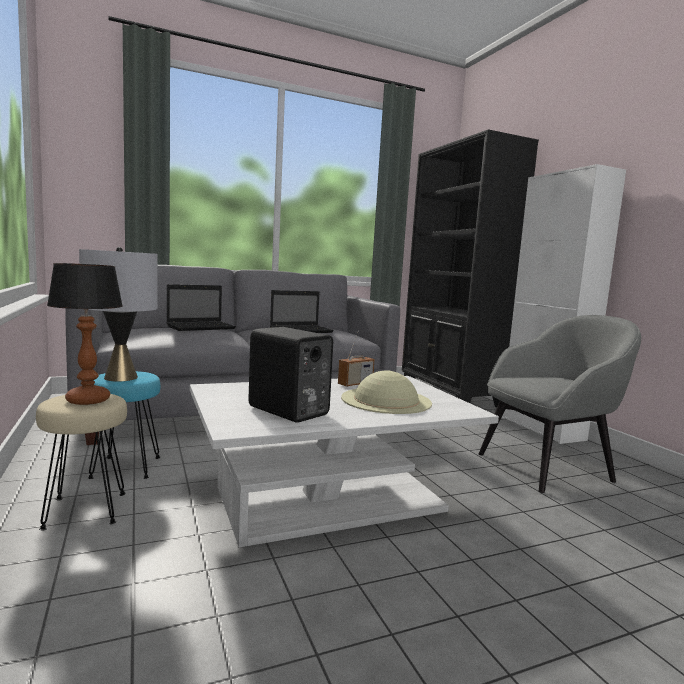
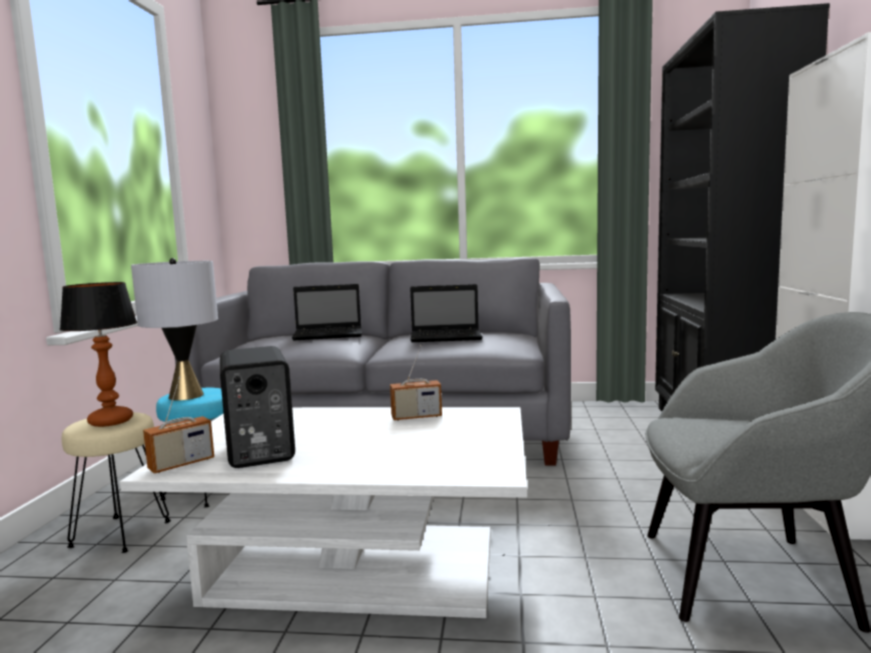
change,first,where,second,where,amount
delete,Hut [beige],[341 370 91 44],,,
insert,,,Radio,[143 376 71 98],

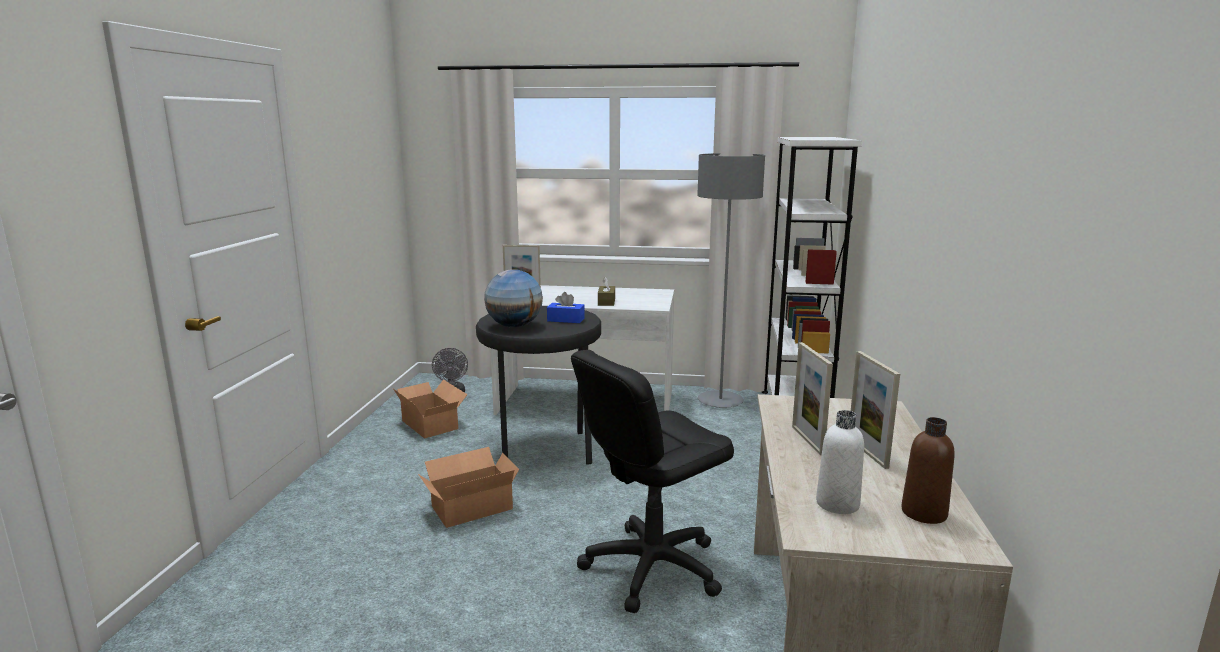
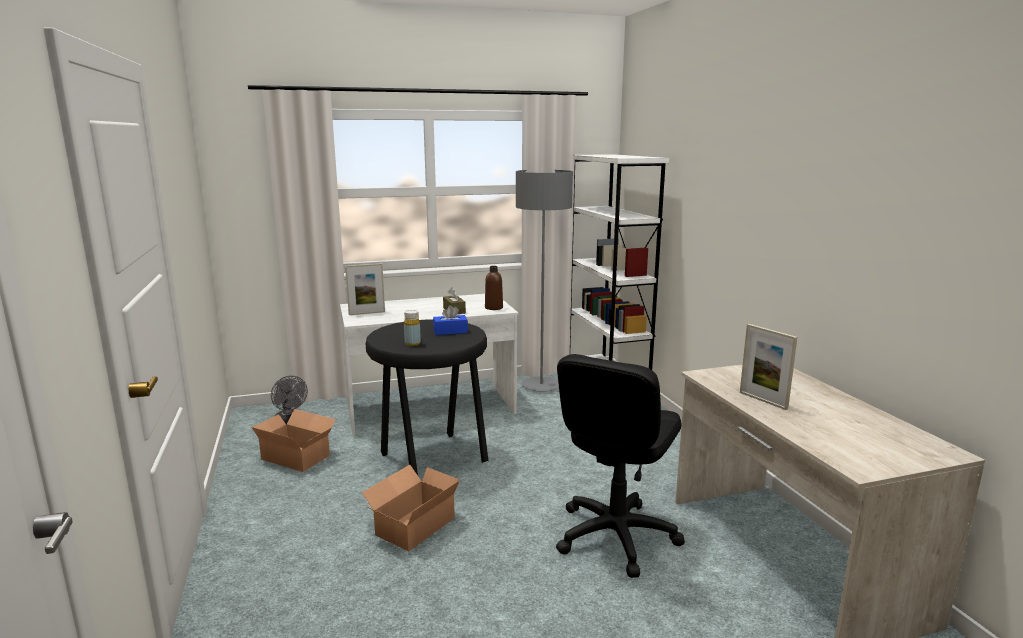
change,first,where,second,where,amount
replace,Globus,[484 269 59 59],Flasche [gelb],[404 310 17 36],
delete,Bilderrahmen,[851 351 49 118],,,
delete,Flasche [weiß],[816 410 48 104],,,
move,Flasche [braun],[901 417 54 107],,[485 266 18 44],

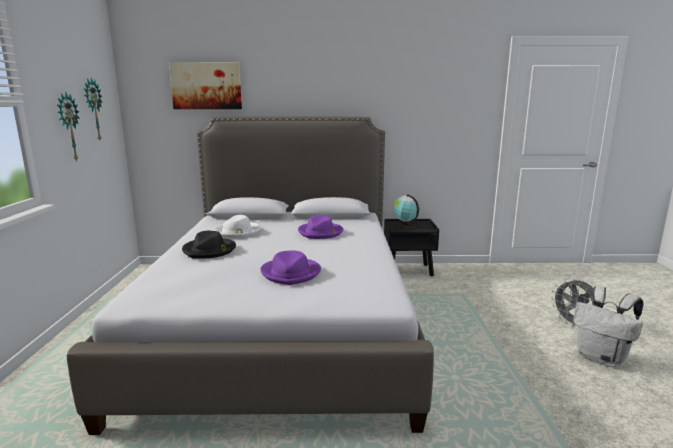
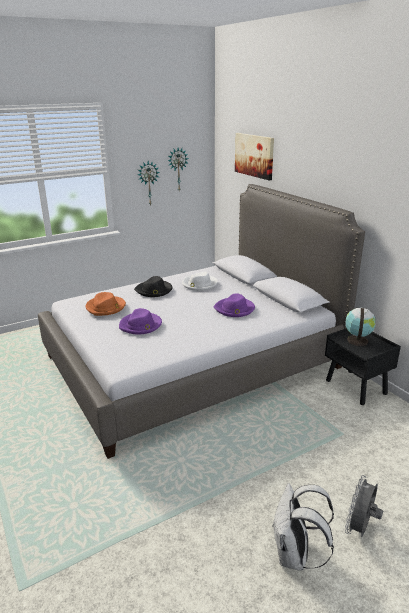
change,first,where,second,where,amount
insert,,,Hut [orange],[86 292 40 24],

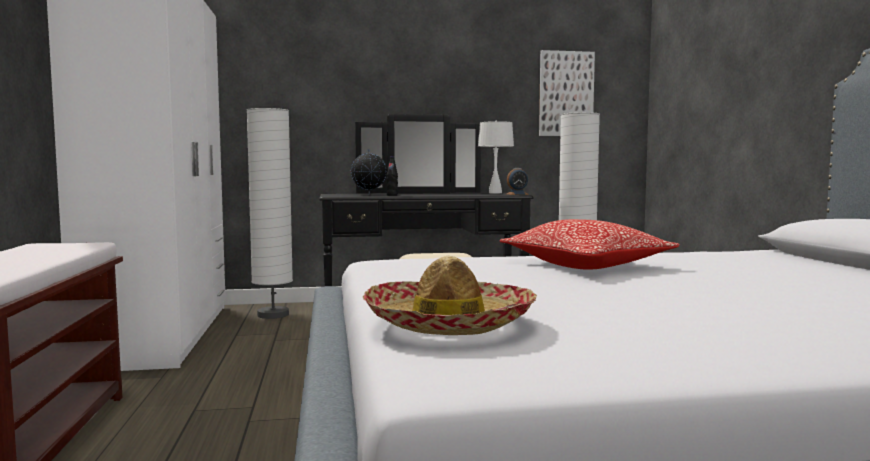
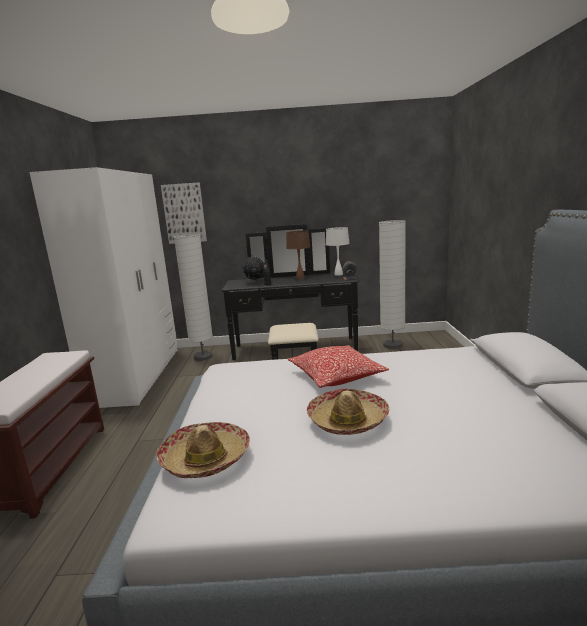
change,first,where,second,where,amount
move,Bild,[539 50 56 86],,[161 182 46 62],
insert,,,Tischlampe [braun],[286 230 25 49],
insert,,,Hut,[307 389 83 46],

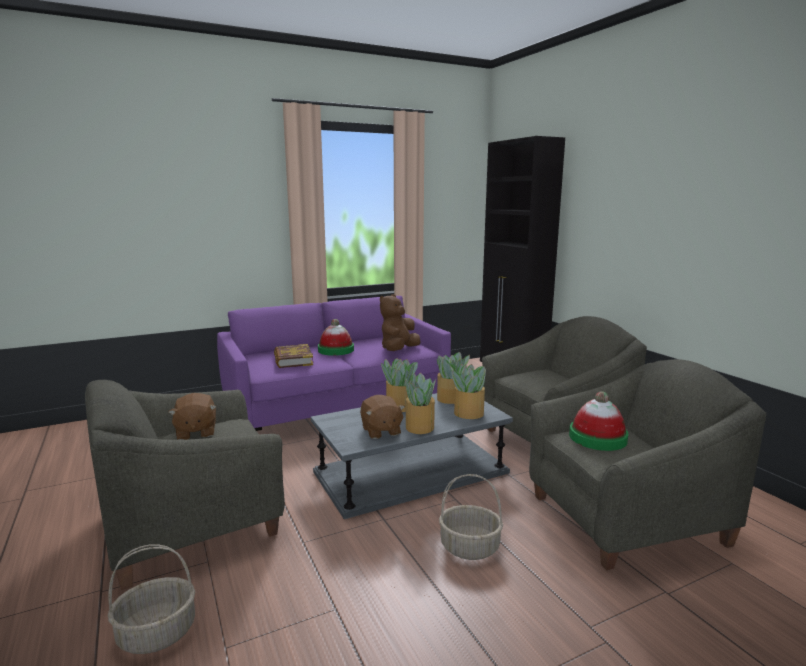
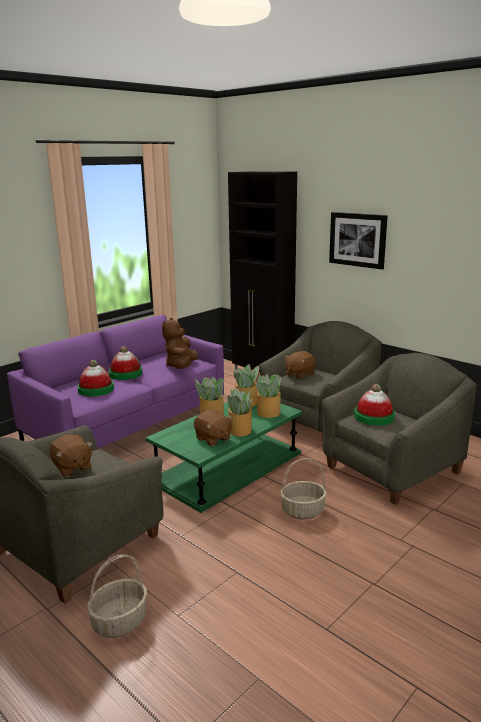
change,first,where,second,where,amount
replace,Buch,[274 344 39 24],Hut,[77 360 37 37],
recolor,Couchtisch [grau],[311 393 202 126],Couchtisch [grün],[146 402 156 111],
insert,,,Bild,[329 212 59 57],
insert,,,Plüschtier [braun],[284 351 32 28],

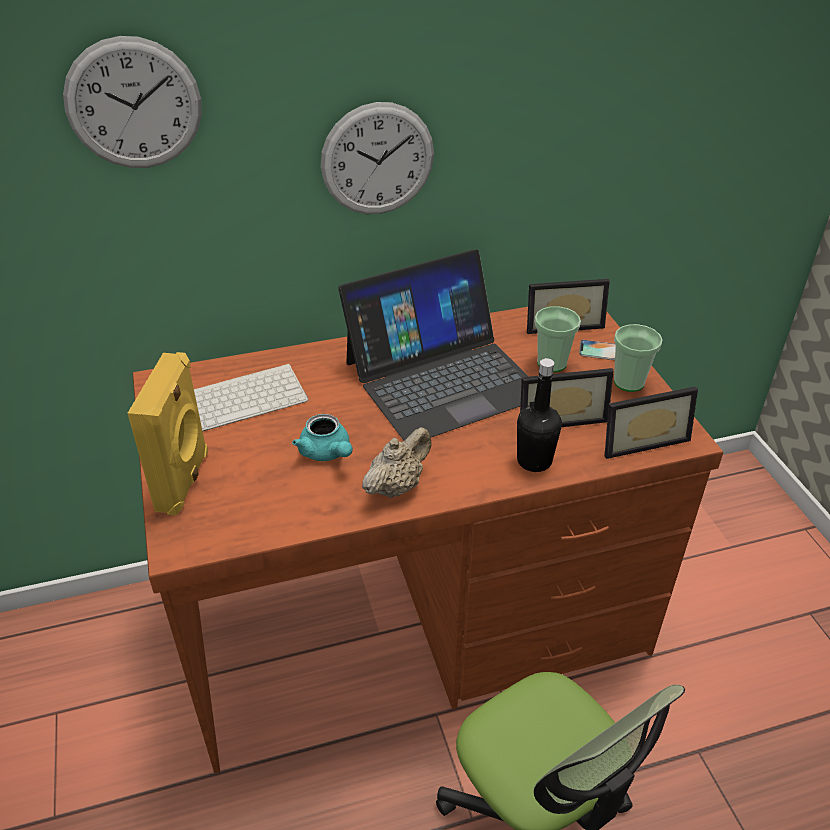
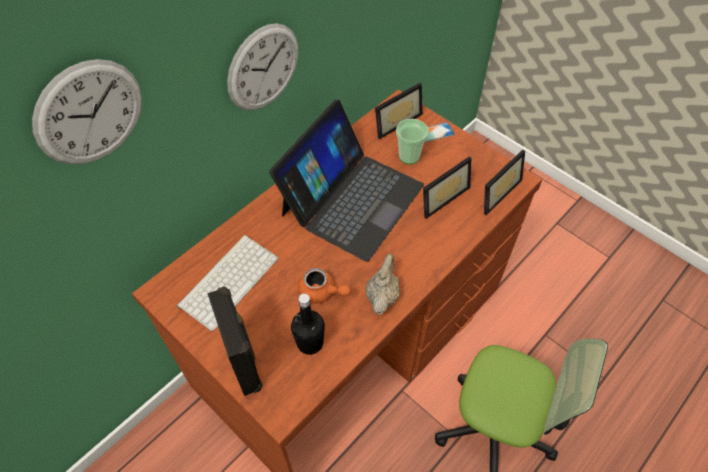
change,first,where,second,where,amount
delete,Tasse,[614 324 49 68],,,
recolor,Lautsprecher [gelb],[127 352 81 164],Lautsprecher [schwarz],[207 286 55 110],
move,Flasche [schwarz],[517 358 45 114],,[291 294 34 61],
recolor,Teekanne [türkis],[292 414 61 47],Teekanne [orange],[298 268 52 37],

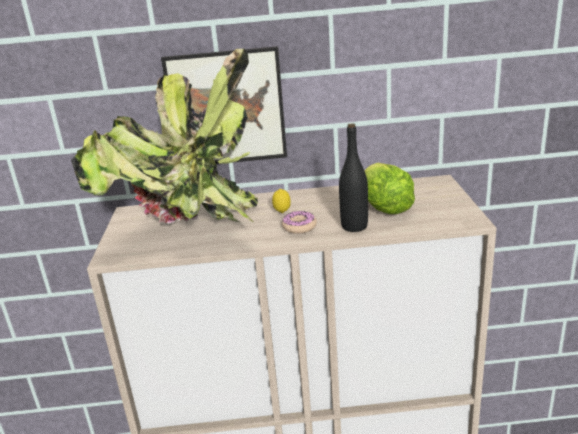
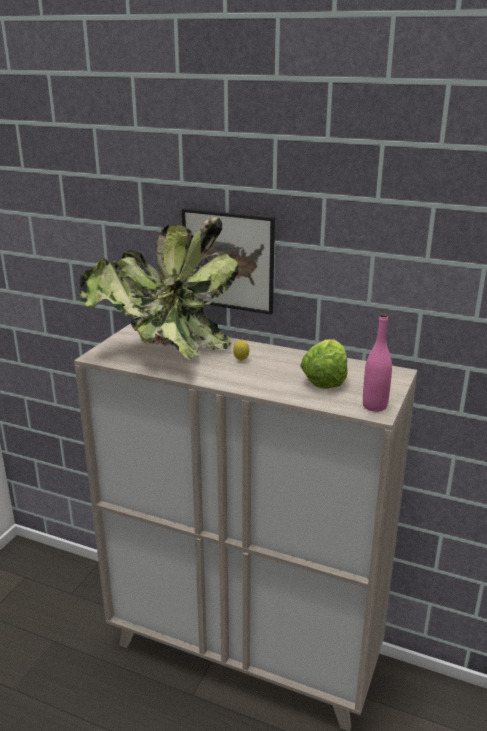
change,first,where,second,where,amount
delete,Flasche [schwarz],[339 123 29 109],,,
delete,Donut,[282 211 35 23],,,
insert,,,Flasche [rosa],[363 313 29 99],

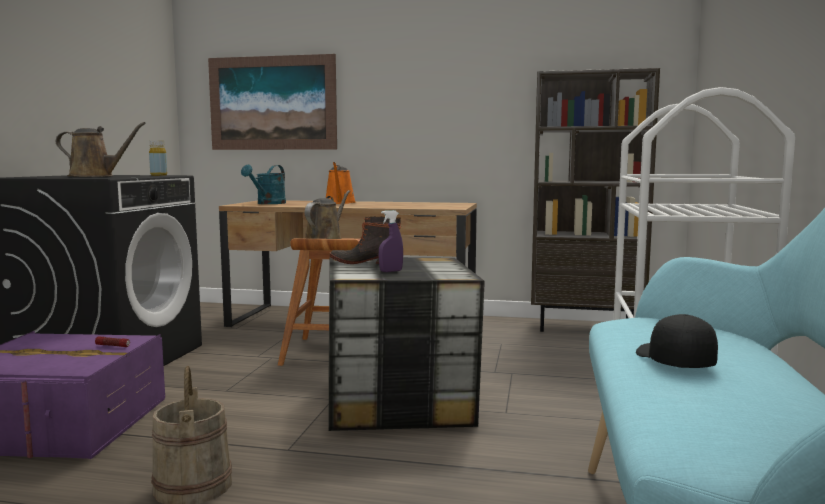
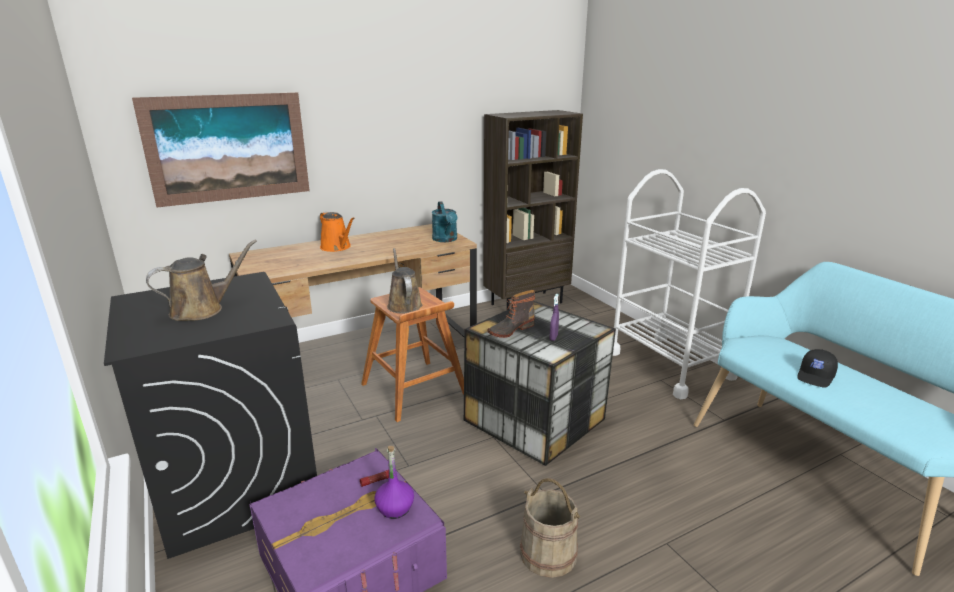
change,first,where,second,where,amount
delete,Flasche [gelb],[149 141 18 35],,,
move,Gießkanne [türkis],[241 165 45 39],,[432 201 25 41],
rotate,Kappe [schwarz],[636 314 82 54],,[797 349 41 39],90 degrees counterclockwise
insert,,,Flasche [lila],[374 446 40 73],

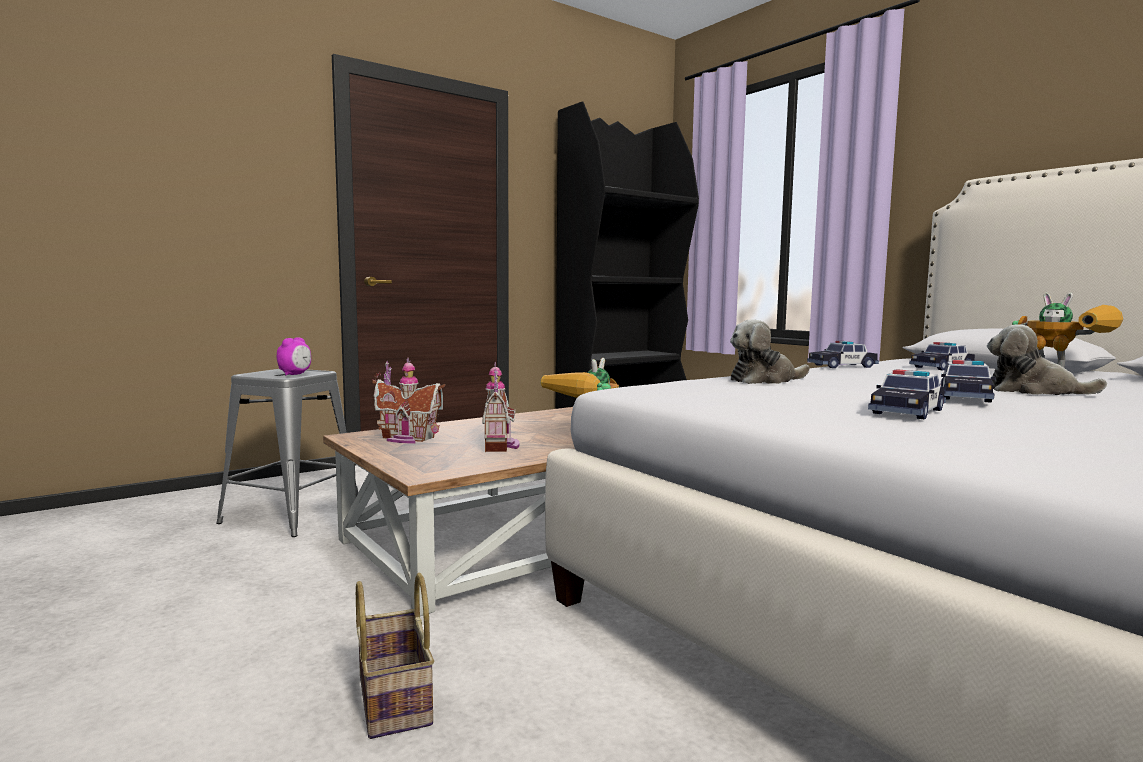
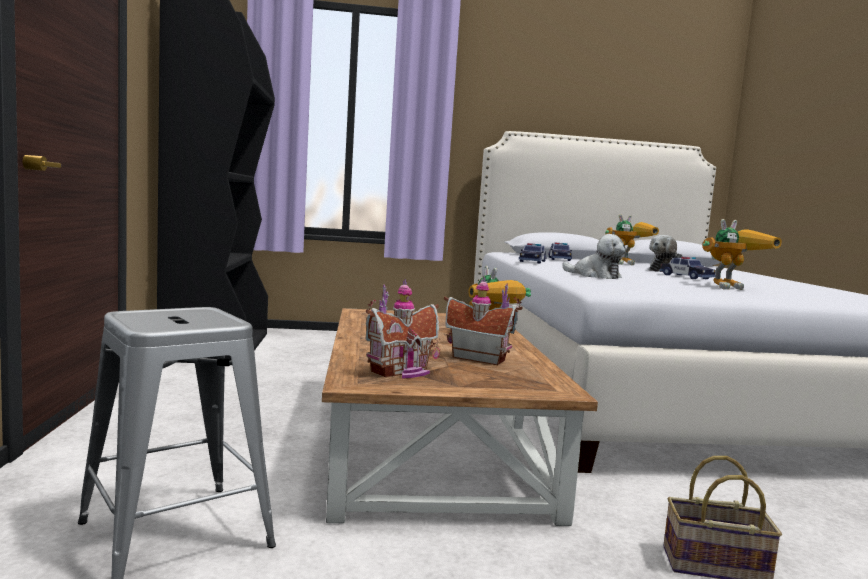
change,first,where,second,where,amount
rotate,Plüschtier,[730 319 79 65],,[562 234 64 45],60 degrees counterclockwise
delete,Wecker,[277 337 34 38],,,
replace,Spielzeugauto,[868 369 78 50],Spielzeugroboter,[702 219 80 71],

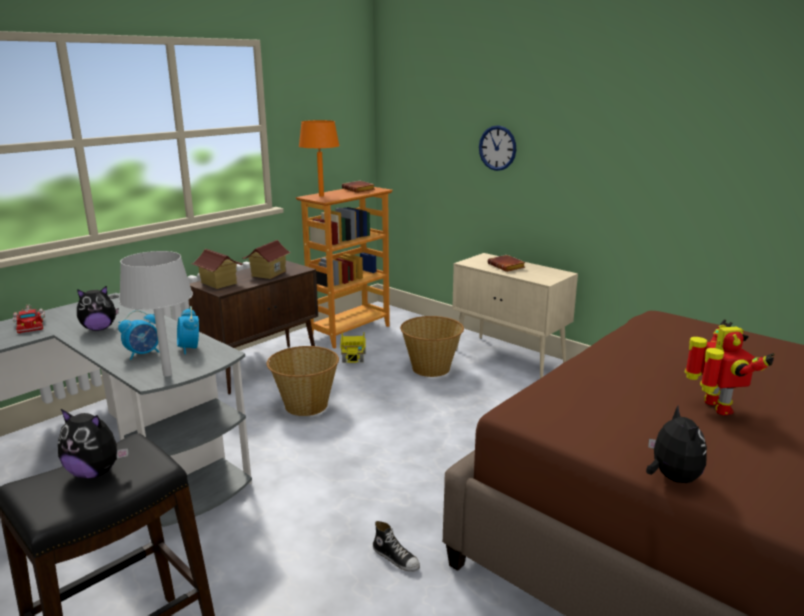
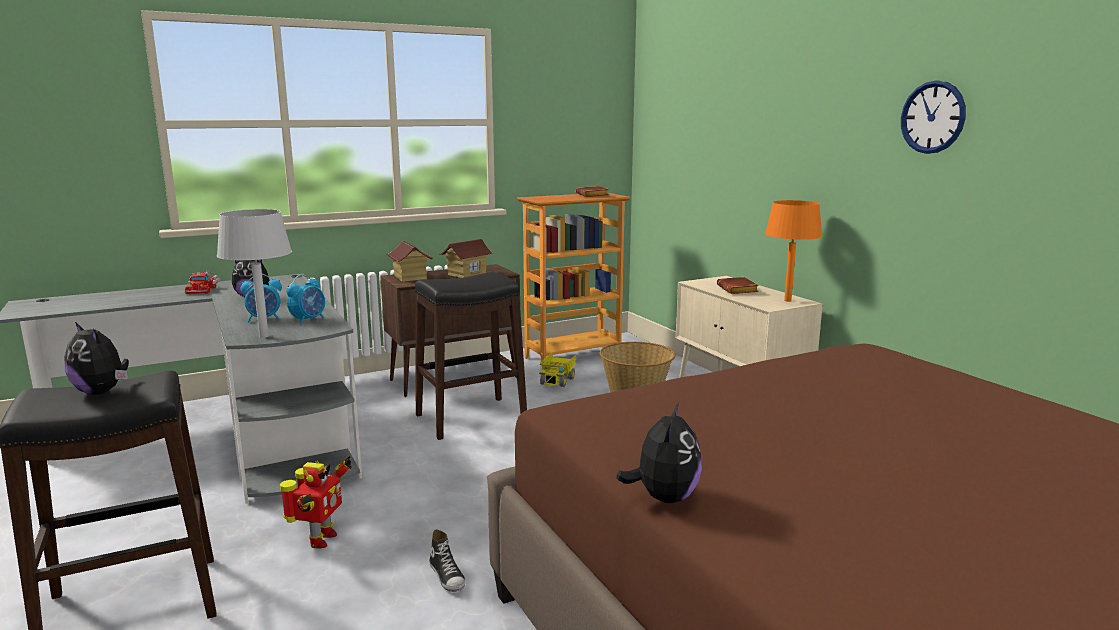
change,first,where,second,where,amount
move,Tischlampe [orange],[299 120 41 77],,[765 200 57 102],
move,Wanduhr,[479 125 37 46],,[901 80 65 74],
rotate,Wecker,[177 306 22 49],,[286 275 39 49],150 degrees counterclockwise
move,Spielzeugroboter,[685 319 90 97],,[280 456 72 92],
replace,Korb,[267 346 72 70],Hocker [schwarz],[415 272 112 168],

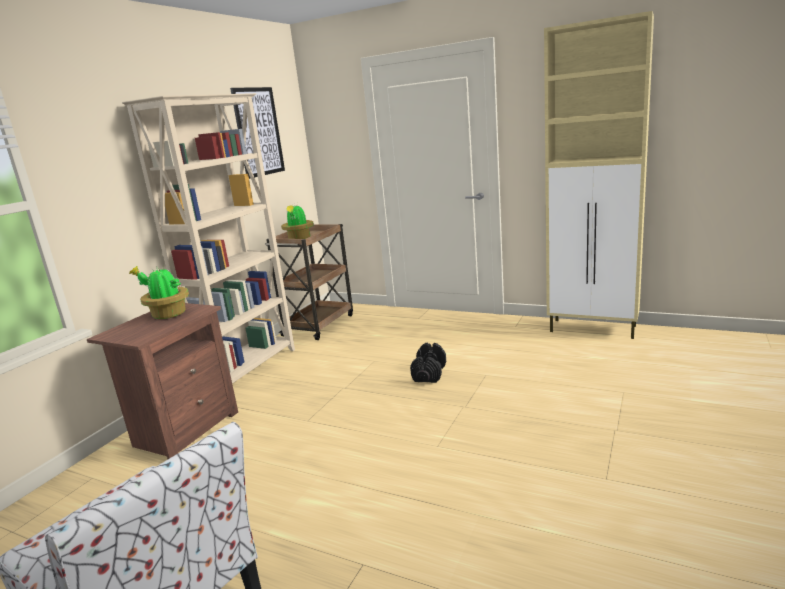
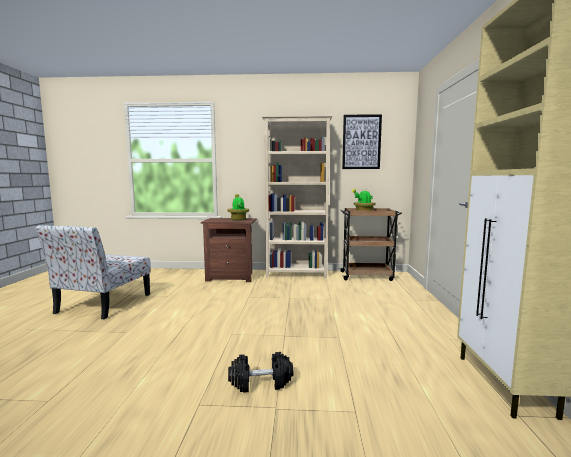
change,first,where,second,where,amount
move,Hantel [schwarz],[410 343 36 40],,[228 352 65 41],

